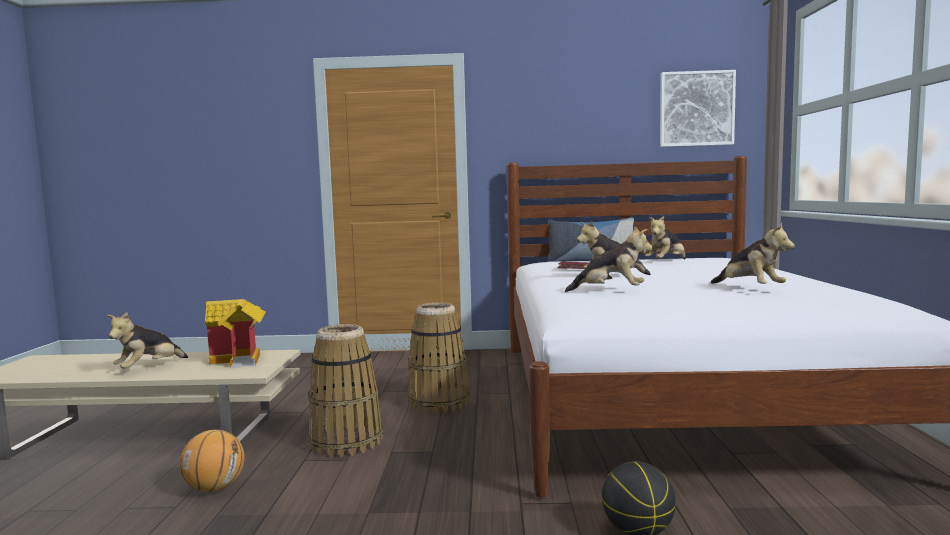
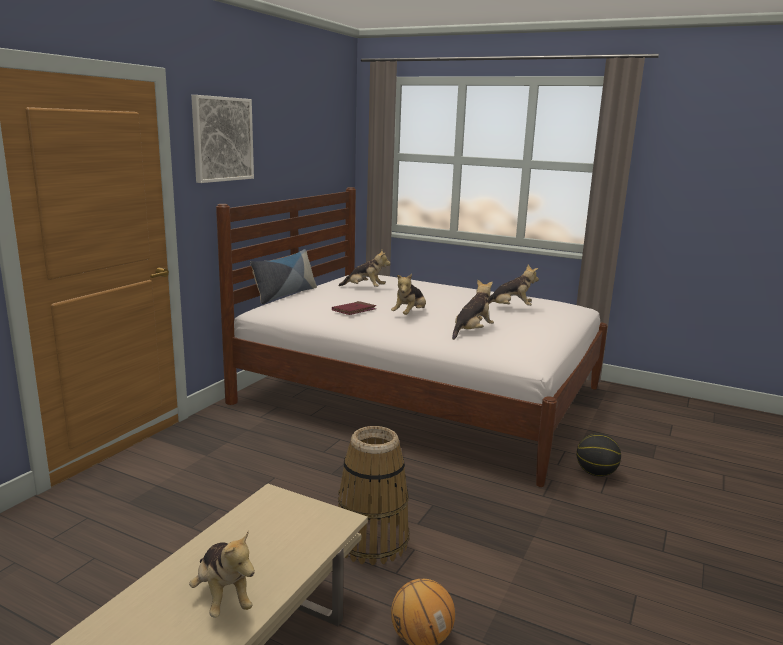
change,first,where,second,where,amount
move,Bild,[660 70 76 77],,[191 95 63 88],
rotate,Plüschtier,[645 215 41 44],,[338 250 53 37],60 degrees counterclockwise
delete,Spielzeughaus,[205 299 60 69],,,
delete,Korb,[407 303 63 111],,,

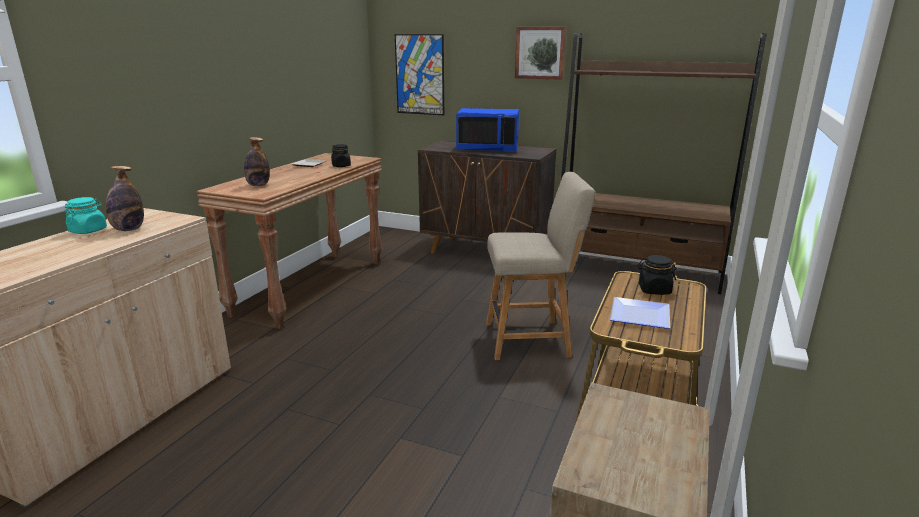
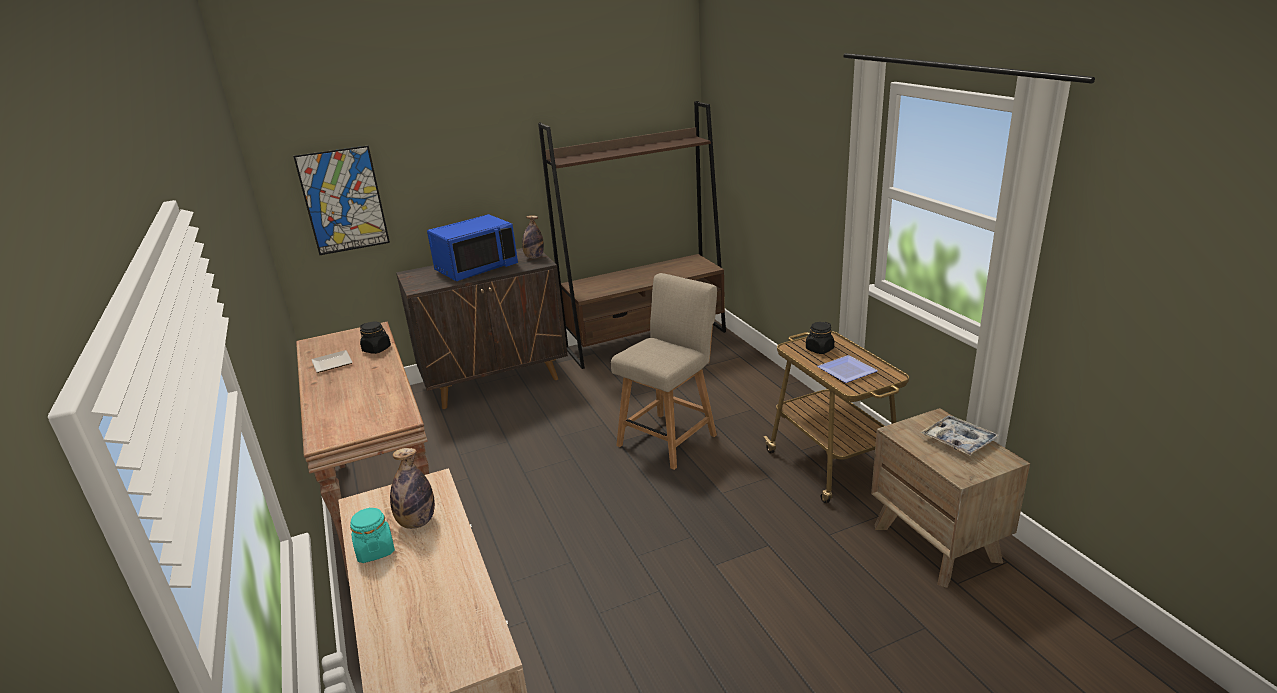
change,first,where,second,where,amount
delete,Bild,[515 26 51 54],,,
move,Flasche,[244 137 26 49],,[522 215 22 43],
insert,,,Tablett,[920 415 80 41],

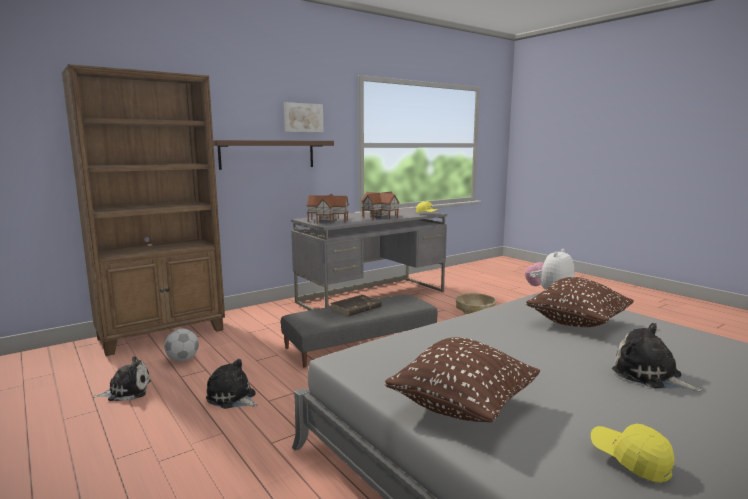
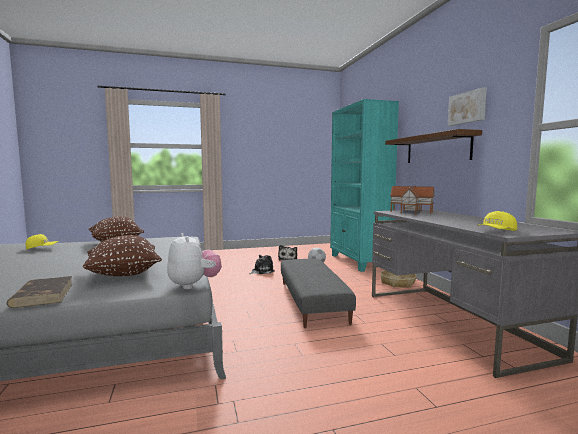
change,first,where,second,where,amount
recolor,Bücherregal [braun],[62 64 163 292],Bücherregal [türkis],[330 99 69 173],
delete,Spielzeughaus,[361 192 39 28],,,
move,Korb,[455 293 41 21],,[380 270 37 18],
move,Buch [braun],[330 295 52 21],,[7 276 66 32],
delete,Plüschtier,[612 323 90 68],,,

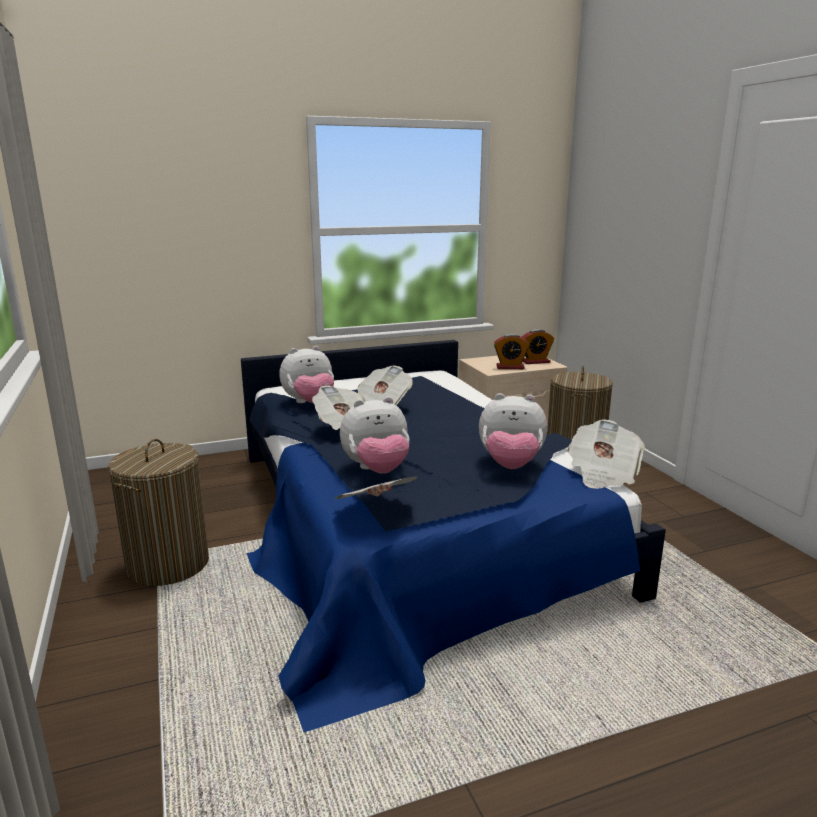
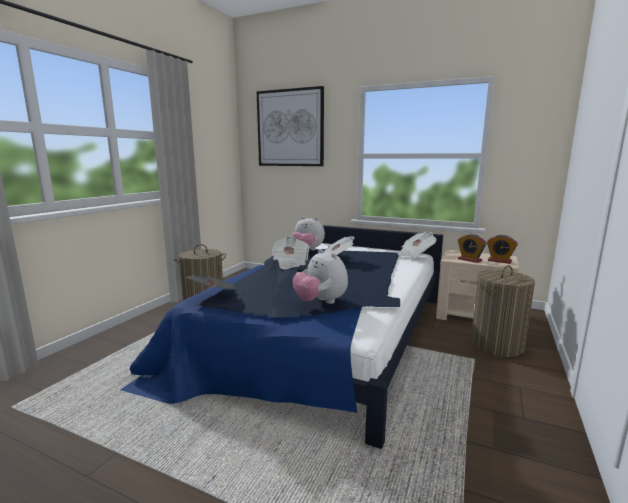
change,first,where,second,where,amount
delete,Plüschtier,[340 397 70 77],,,
move,Zeitung,[567 419 78 70],,[397 232 40 25],
insert,,,Bild,[257 86 67 80],

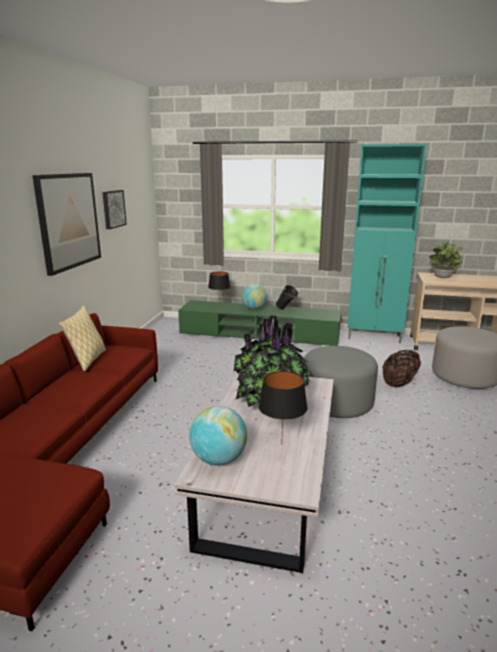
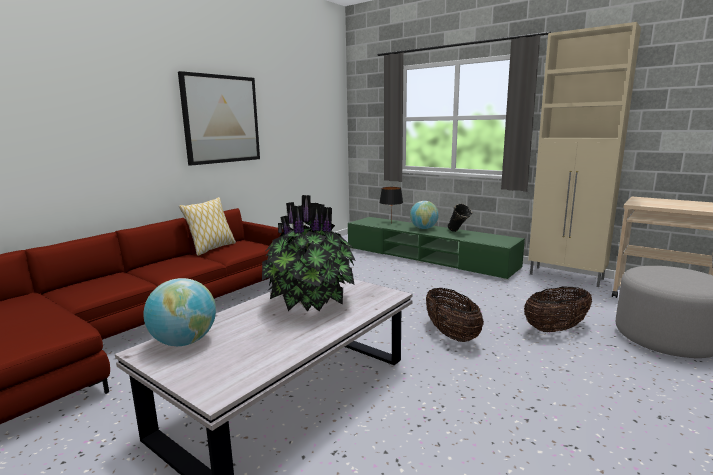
change,first,where,second,where,amount
recolor,Schrank [türkis],[348 144 79 199],Schrank [beige],[528 22 113 265],
delete,Bild,[102 190 25 39],,,
delete,Topfpflanze,[429 242 34 36],,,
replace,Polsterhocker [grau],[304 346 74 72],Korb,[426 288 58 54],
delete,Tischlampe [schwarz],[258 371 49 74],,,

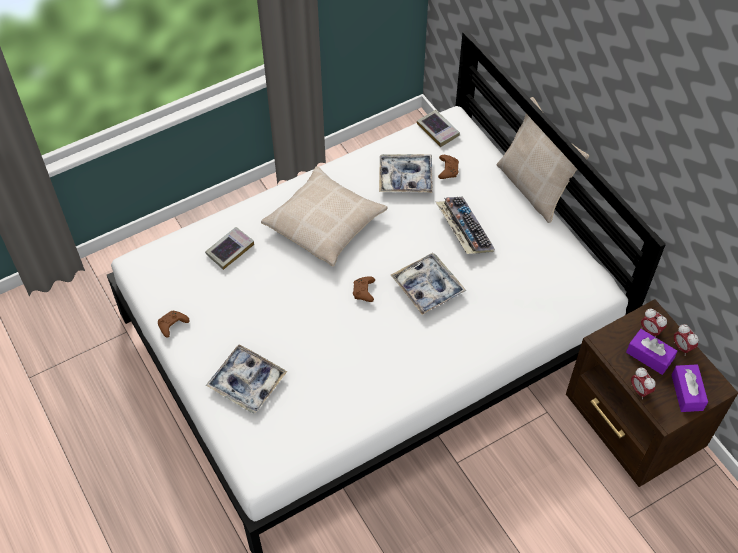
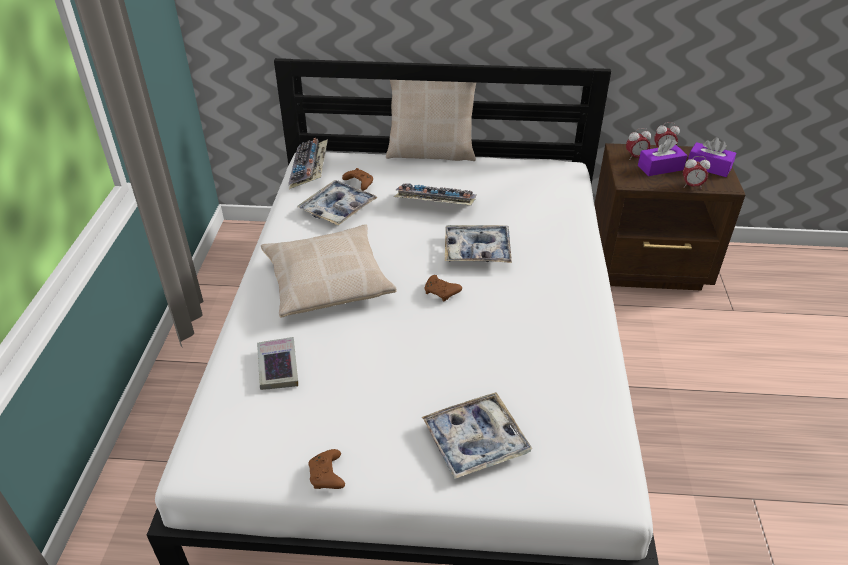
change,first,where,second,where,amount
replace,Buch,[417 110 43 37],Tastatur,[288 138 40 51],

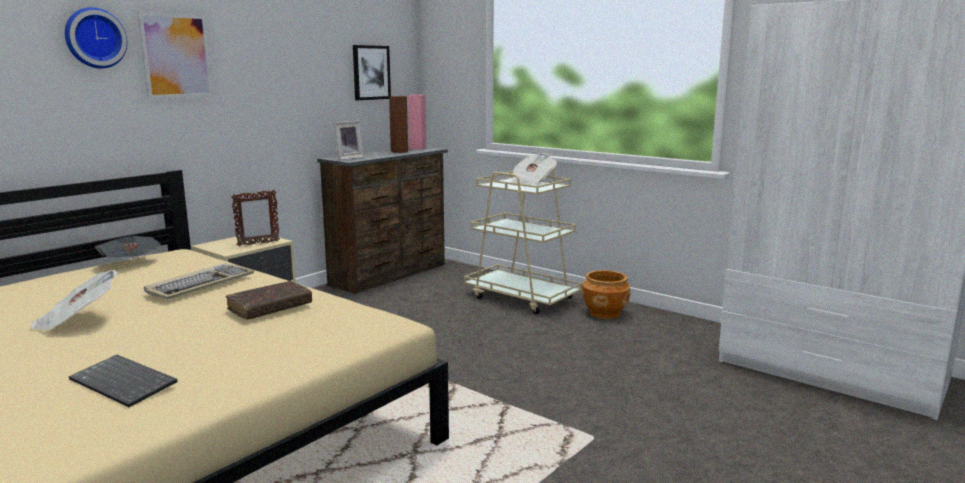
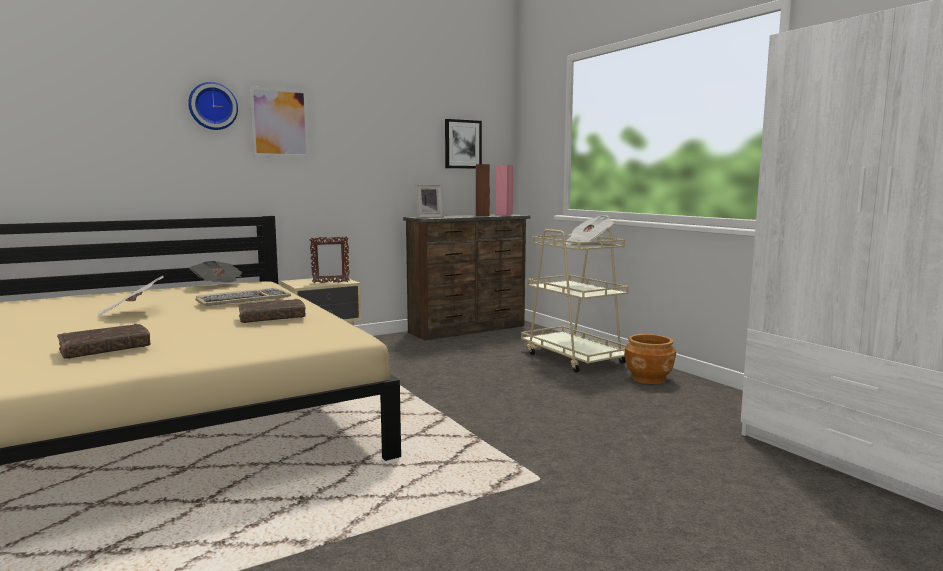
change,first,where,second,where,amount
replace,Tastatur,[69 355 109 52],Buch [braun],[57 324 94 35],

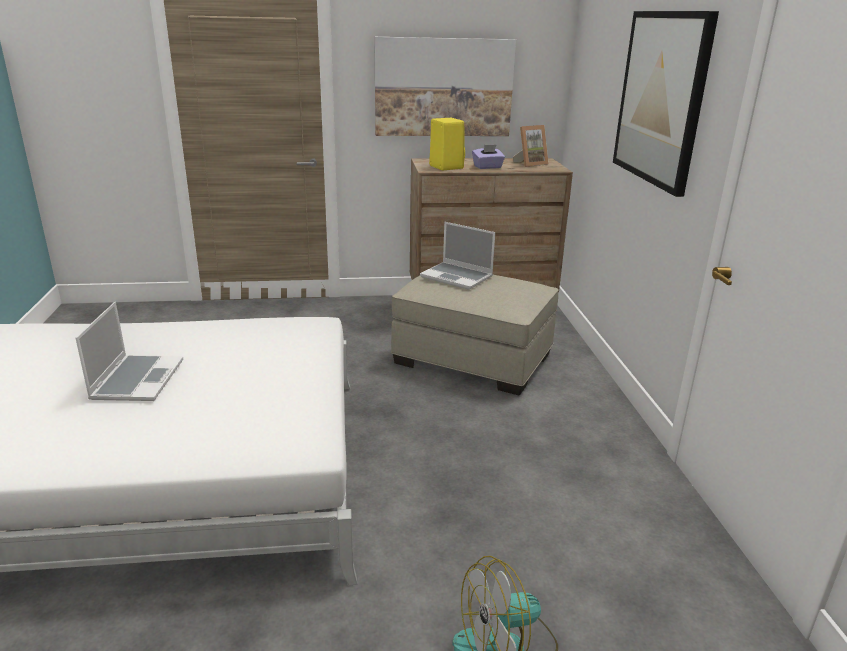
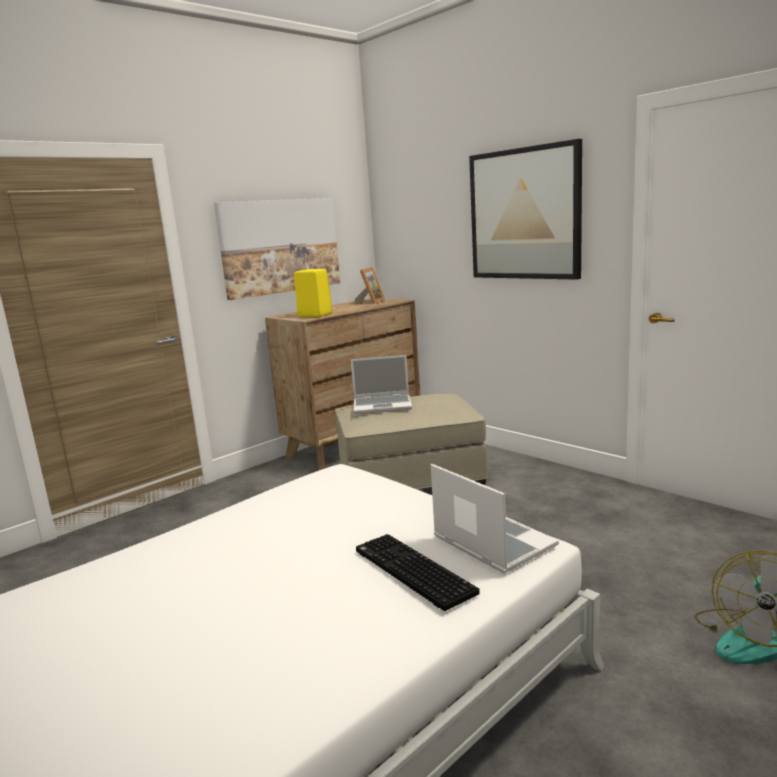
change,first,where,second,where,amount
delete,Taschentuchbox [lila],[472 145 33 24],,,
move,Laptop,[75 302 108 99],,[431 464 128 109],
insert,,,Tastatur,[356 534 124 77],

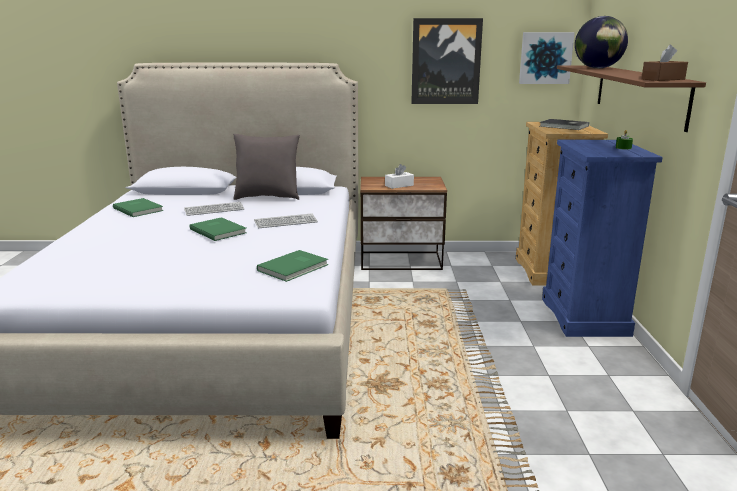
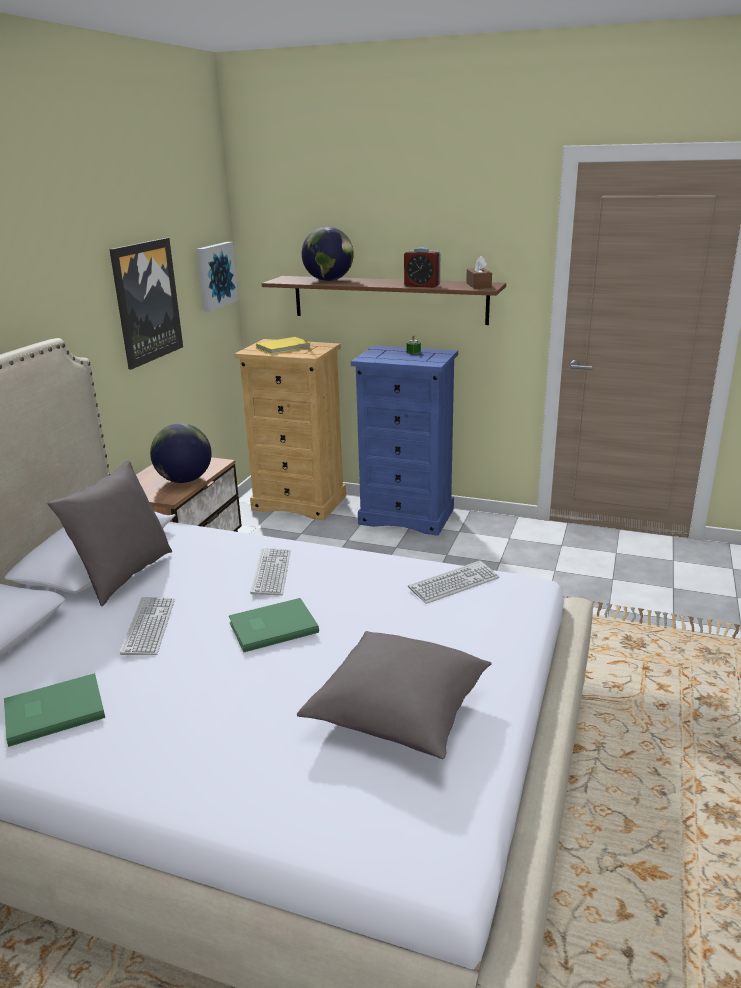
change,first,where,second,where,amount
recolor,Buch [grau],[539 119 50 11],Buch [gelb],[256 337 55 17],
replace,Taschentuchbox [weiß],[385 164 29 25],Globus,[150 423 62 60],
replace,Buch [grün],[257 250 71 32],Tastatur,[408 561 91 43],
insert,,,Wecker,[404 247 36 41],
insert,,,Kissen [grau],[297 631 195 128],

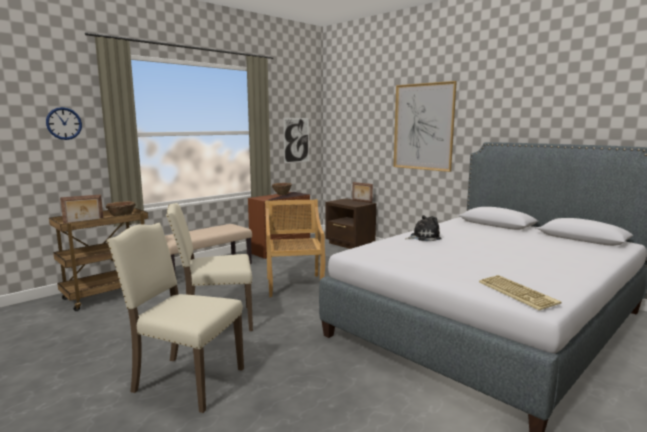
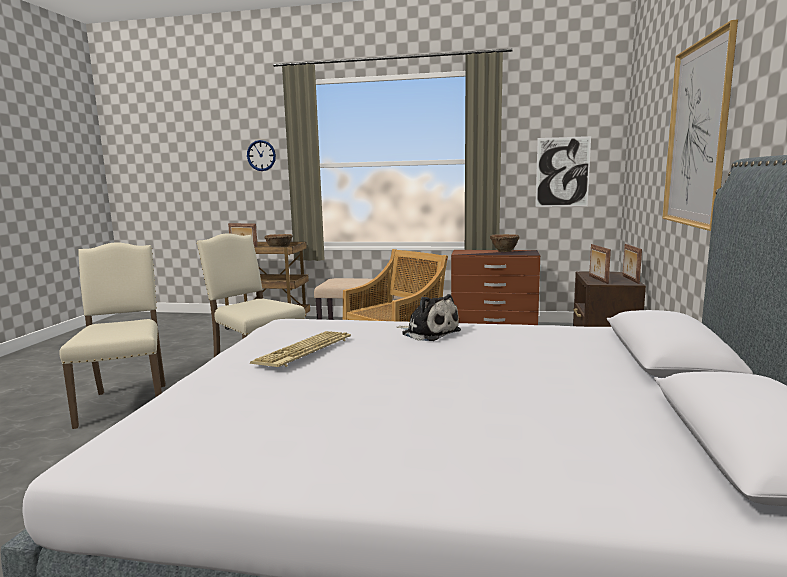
change,first,where,second,where,amount
move,Tastatur,[479 275 83 35],,[250 331 101 36],
insert,,,Bilderrahmen,[589 244 22 40],

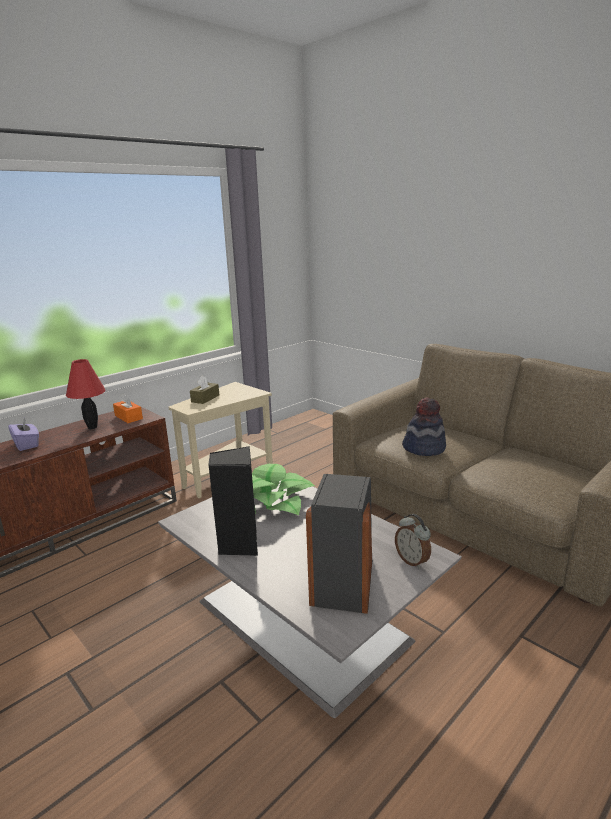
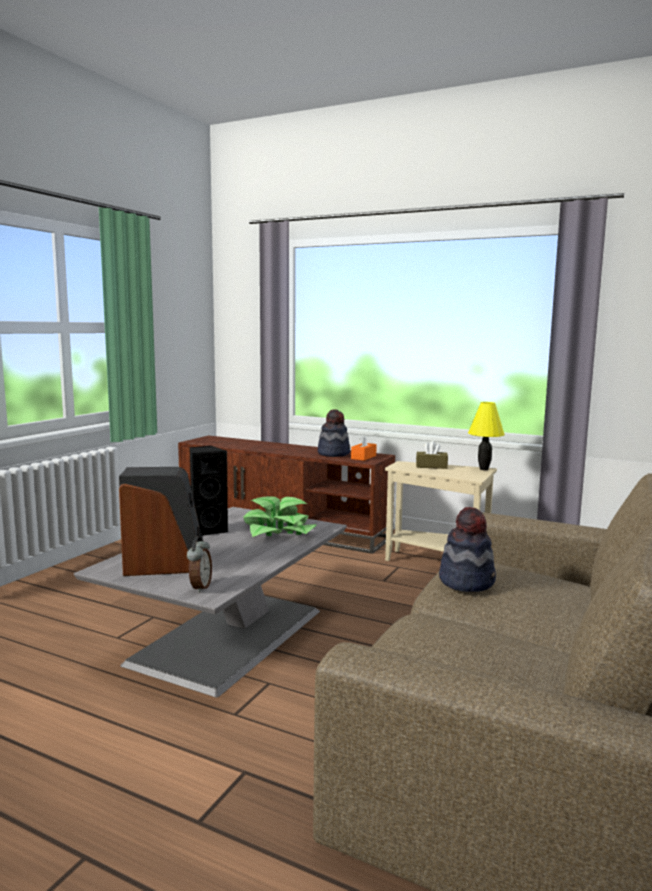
change,first,where,second,where,amount
replace,Tischlampe [rot],[66 359 40 70],Hut,[318 409 32 48],
delete,Taschentuchbox [lila],[8 418 31 33],,,
rotate,Wecker,[395 514 36 55],,[187 536 25 57],150 degrees clockwise
insert,,,Tischlampe [gelb],[468 402 37 68],

